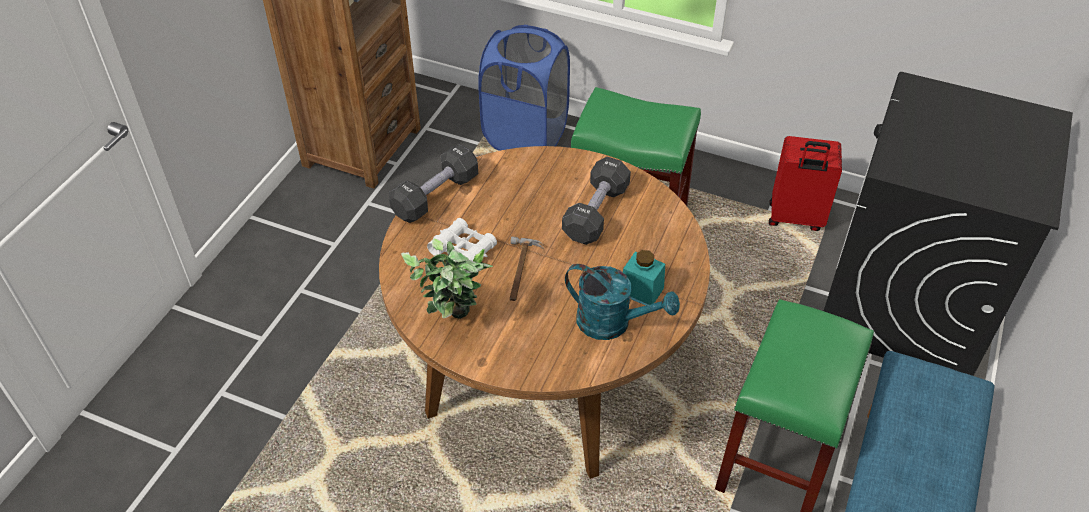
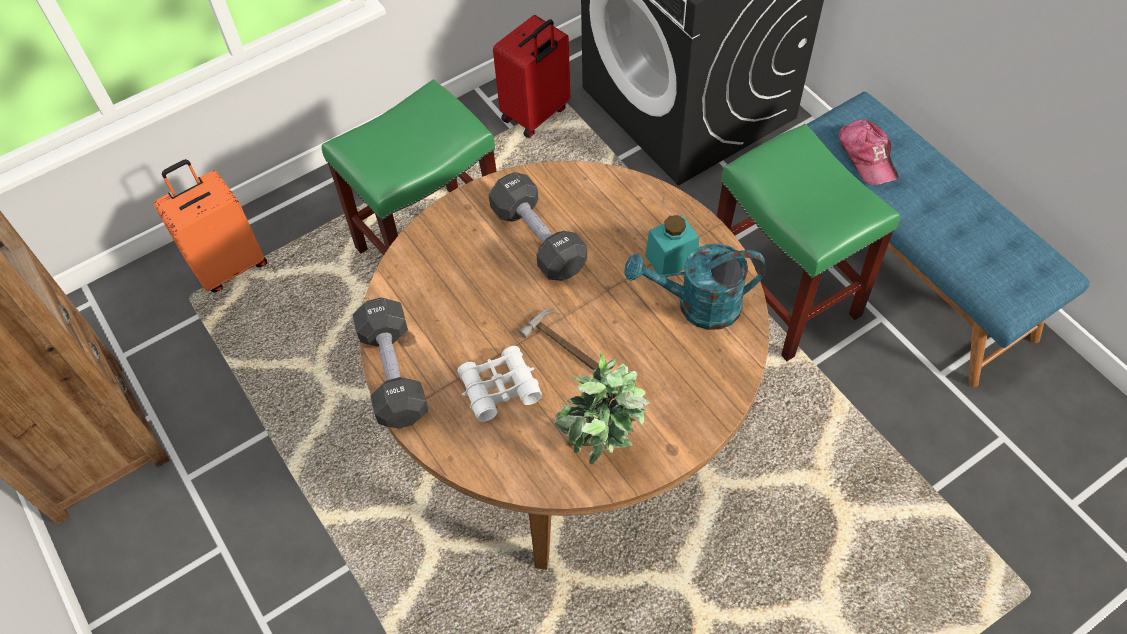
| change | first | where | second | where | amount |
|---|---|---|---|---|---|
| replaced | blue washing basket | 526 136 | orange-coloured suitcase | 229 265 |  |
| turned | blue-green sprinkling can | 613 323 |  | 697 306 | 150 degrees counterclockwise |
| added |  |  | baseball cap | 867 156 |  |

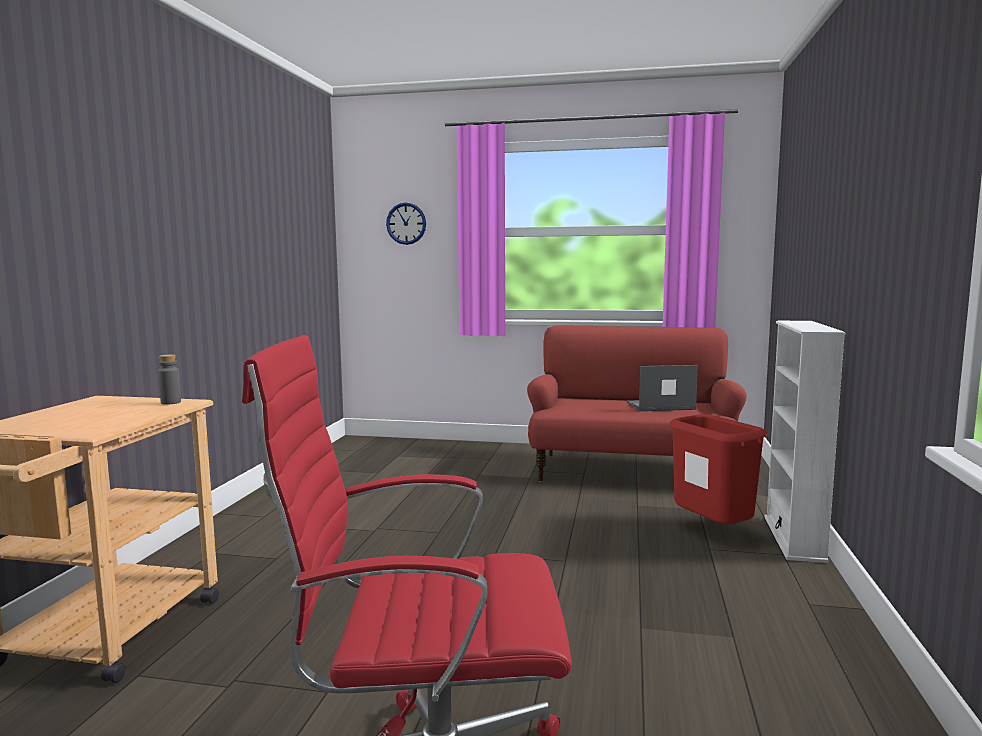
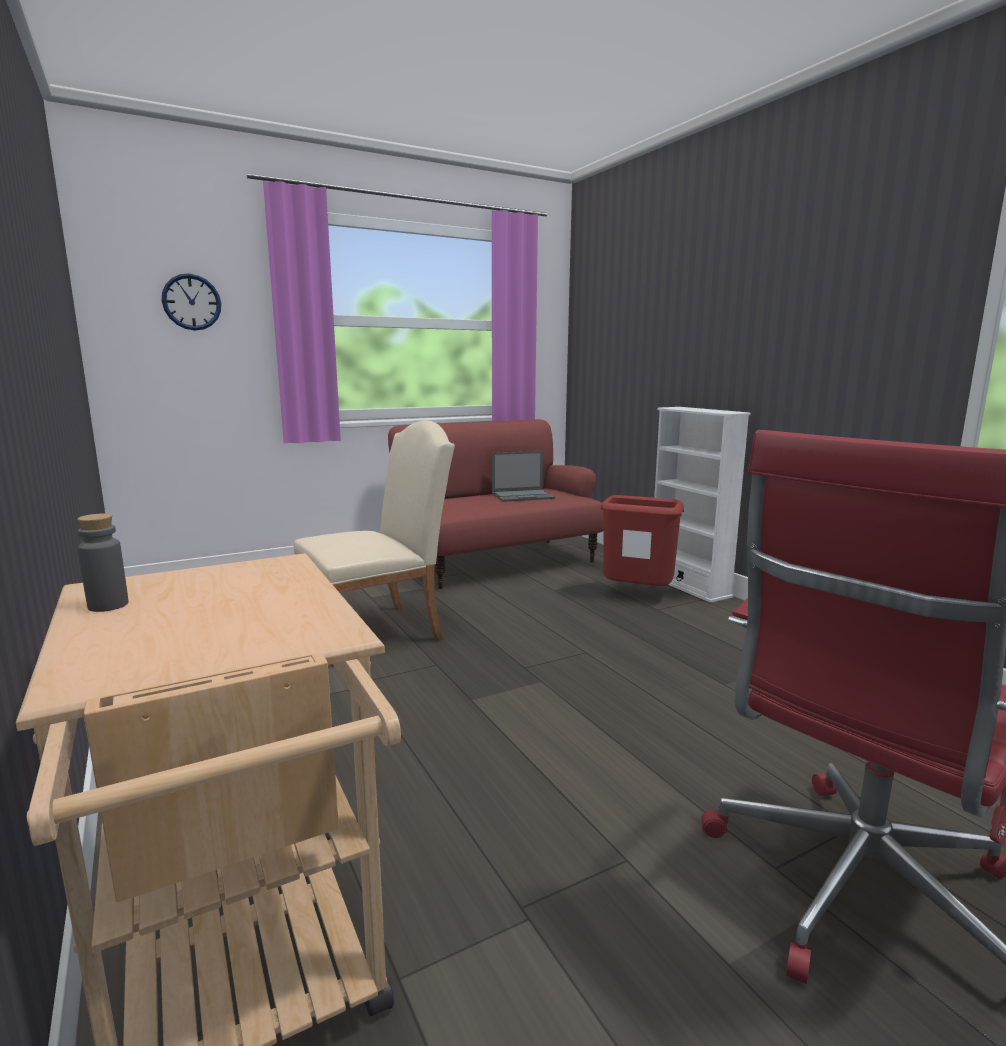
| change | first | where | second | where | amount |
|---|---|---|---|---|---|
| moved | gray drink bottle | 171 402 |  | 108 605 |  |
| turned | portable computer | 659 406 |  | 523 496 | 150 degrees counterclockwise |
| added |  |  | beige-coloured plain chair | 380 631 |  |

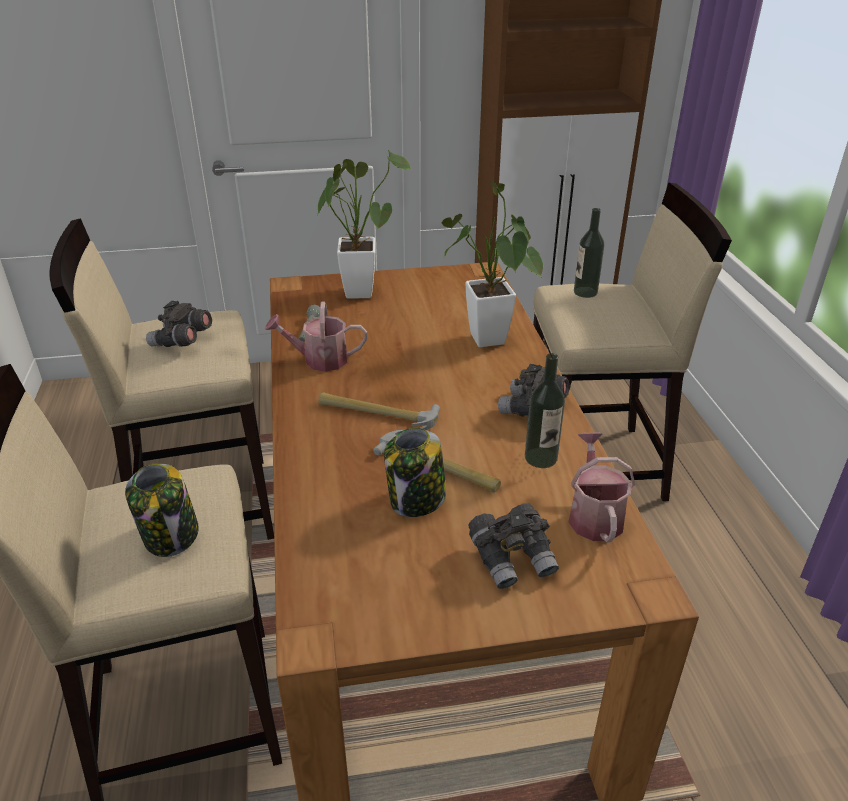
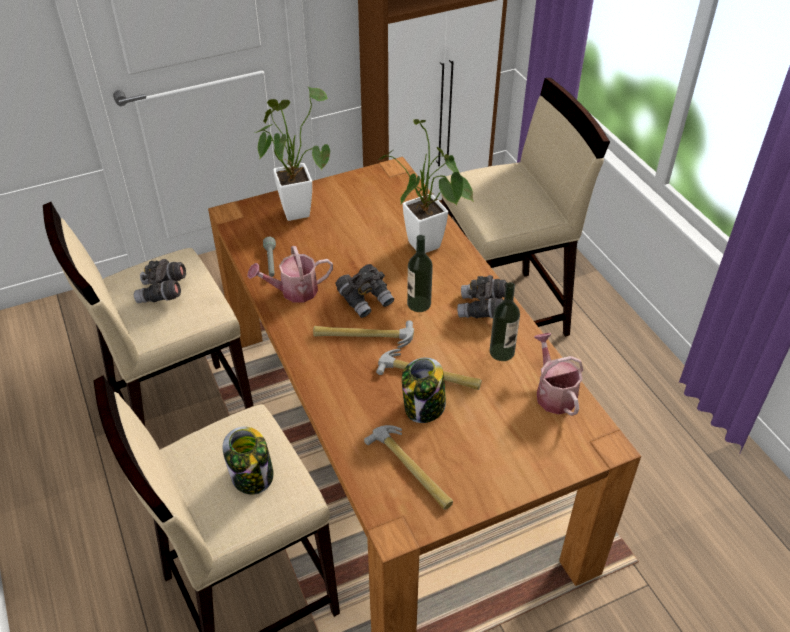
| change | first | where | second | where | amount |
|---|---|---|---|---|---|
| moved | gray pair of binoculars | 513 558 |  | 365 299 |  |
| moved | drink bottle | 585 292 |  | 419 304 |  |
| added |  |  | hammer | 411 469 |  |

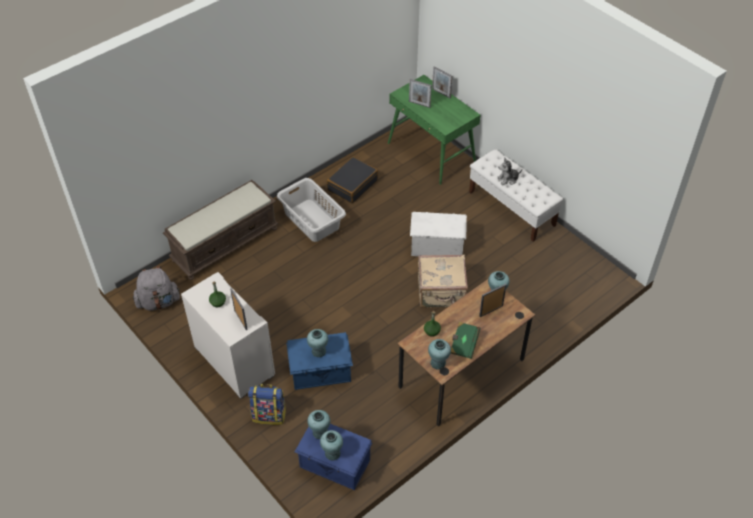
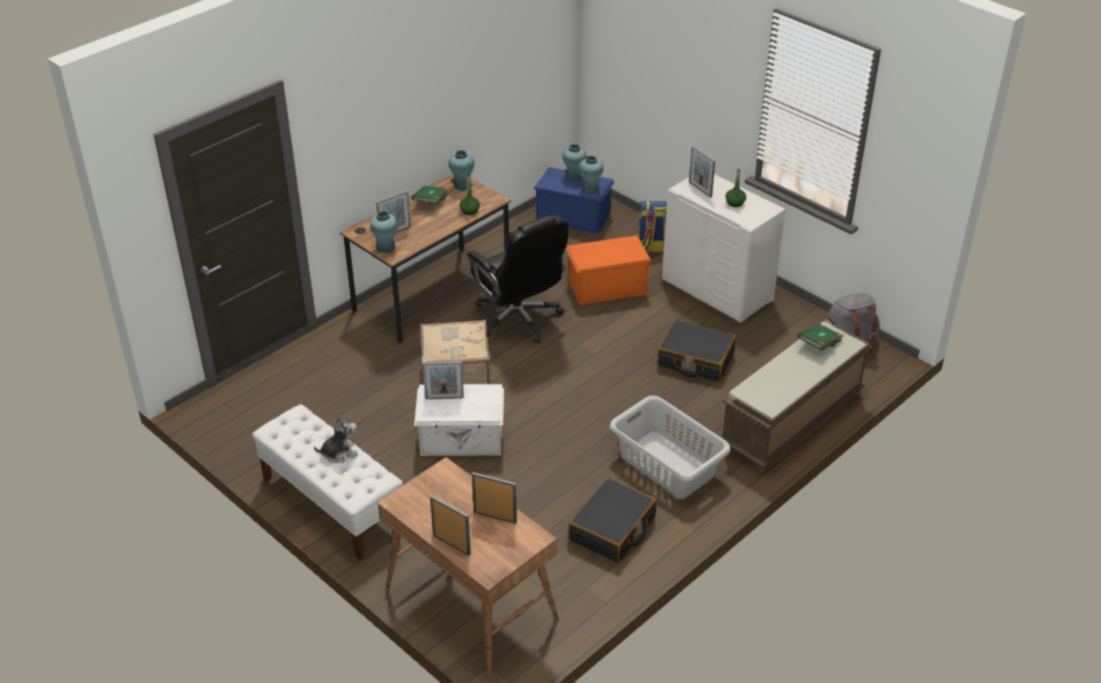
| change | first | where | second | where | amount |
|---|---|---|---|---|---|
| recoloured | blue storage box | 321 372 | orange-coloured storage box | 606 286 |  |
| removed | blue-green decorative vase | 318 351 |  |  |  |
| recoloured | greenish desk table | 431 153 | brown-coloured desk table | 470 604 |  |
| added |  |  | picture frame | 444 398 |  |
| added |  |  | black desk chair | 518 319 |  |
| added |  |  | black suitcase | 695 360 |  |
| added |  |  | greenish bound book | 819 344 |  |

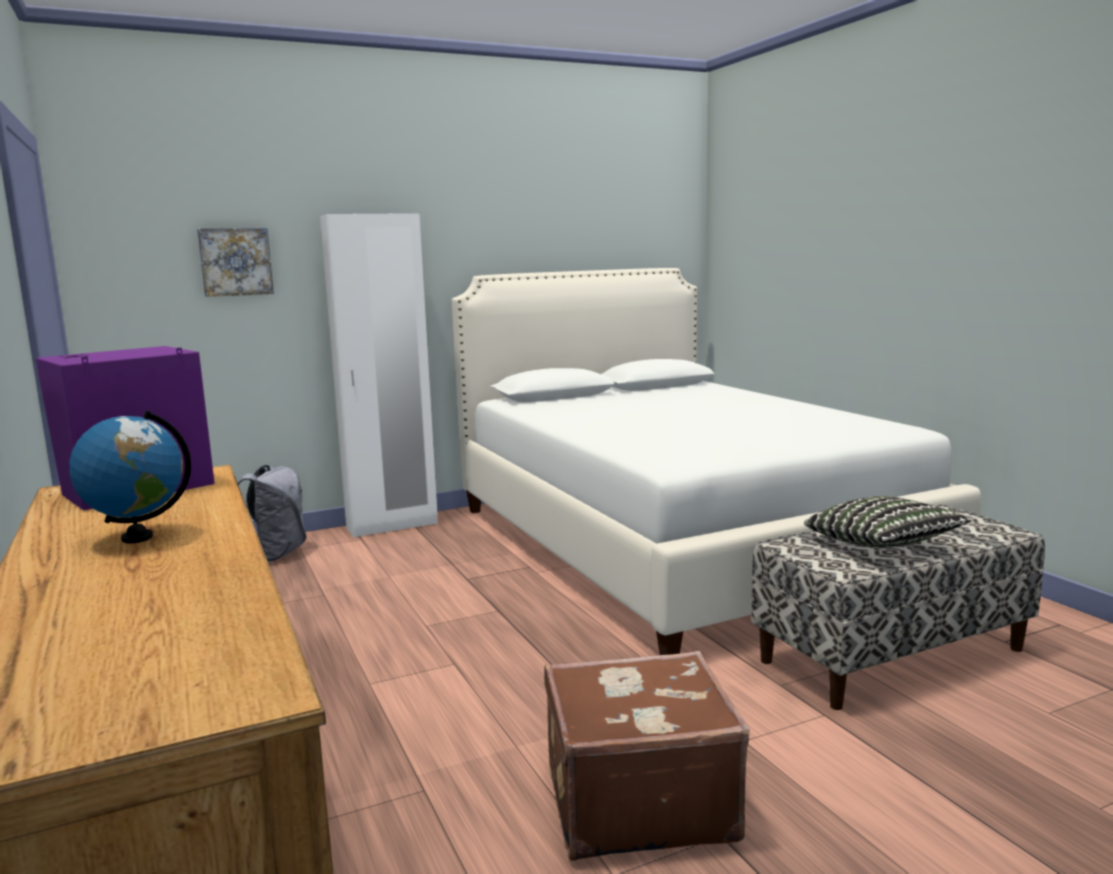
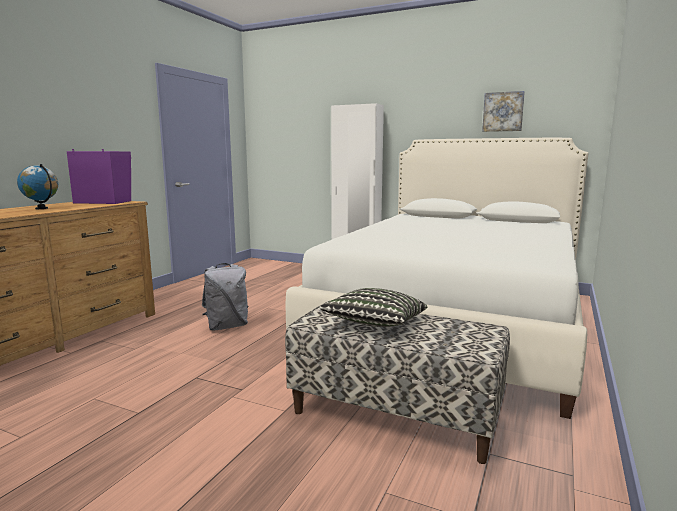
| change | first | where | second | where | amount |
|---|---|---|---|---|---|
| moved | wall picture | 235 262 |  | 503 112 |  |
| moved | gray rucksack | 274 554 |  | 227 326 |  |
| removed | brown-coloured suitcase | 637 801 |  |  |  |

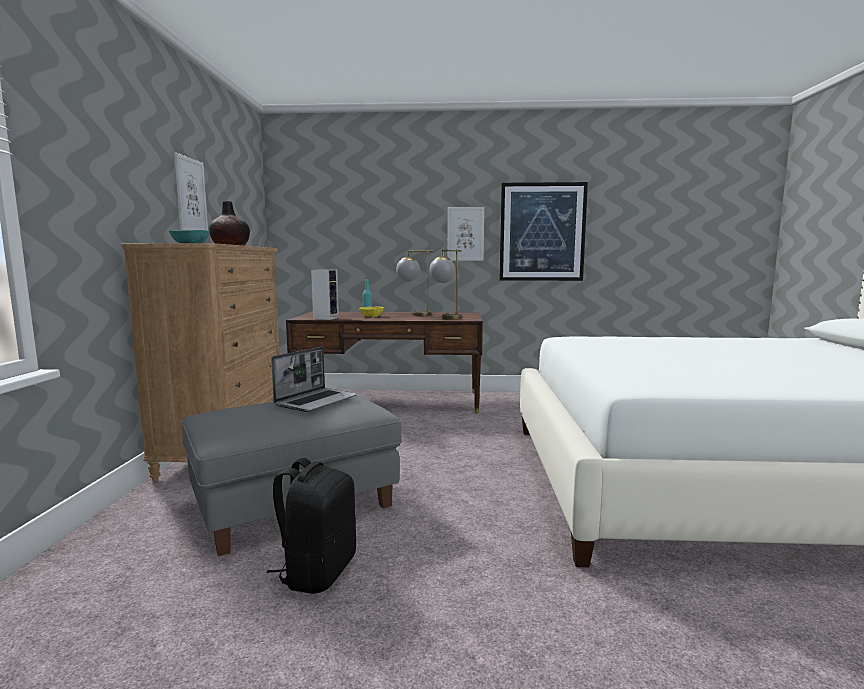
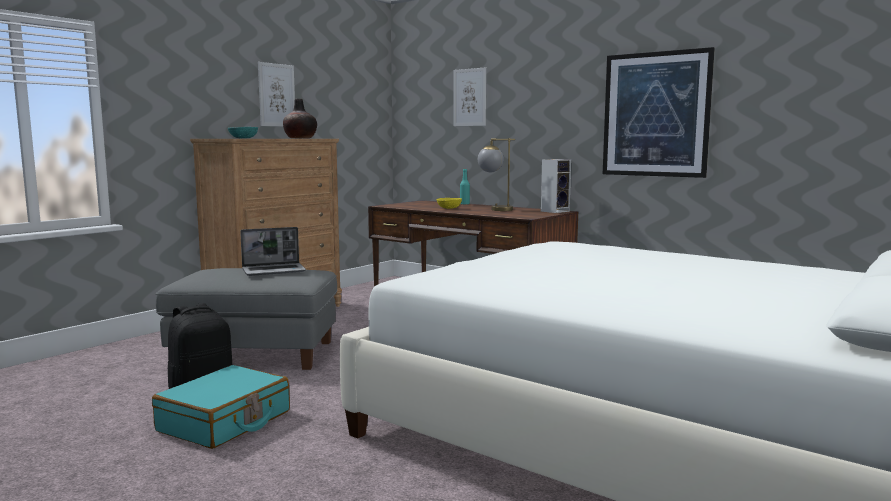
| change | first | where | second | where | amount |
|---|---|---|---|---|---|
| moved | speaker | 326 318 |  | 555 211 |  |
| removed | tabletop lamp | 446 319 |  |  |  |
| moved | wall picture | 465 234 |  | 469 97 |  |
| added |  |  | blue-green suitcase | 225 422 |  |

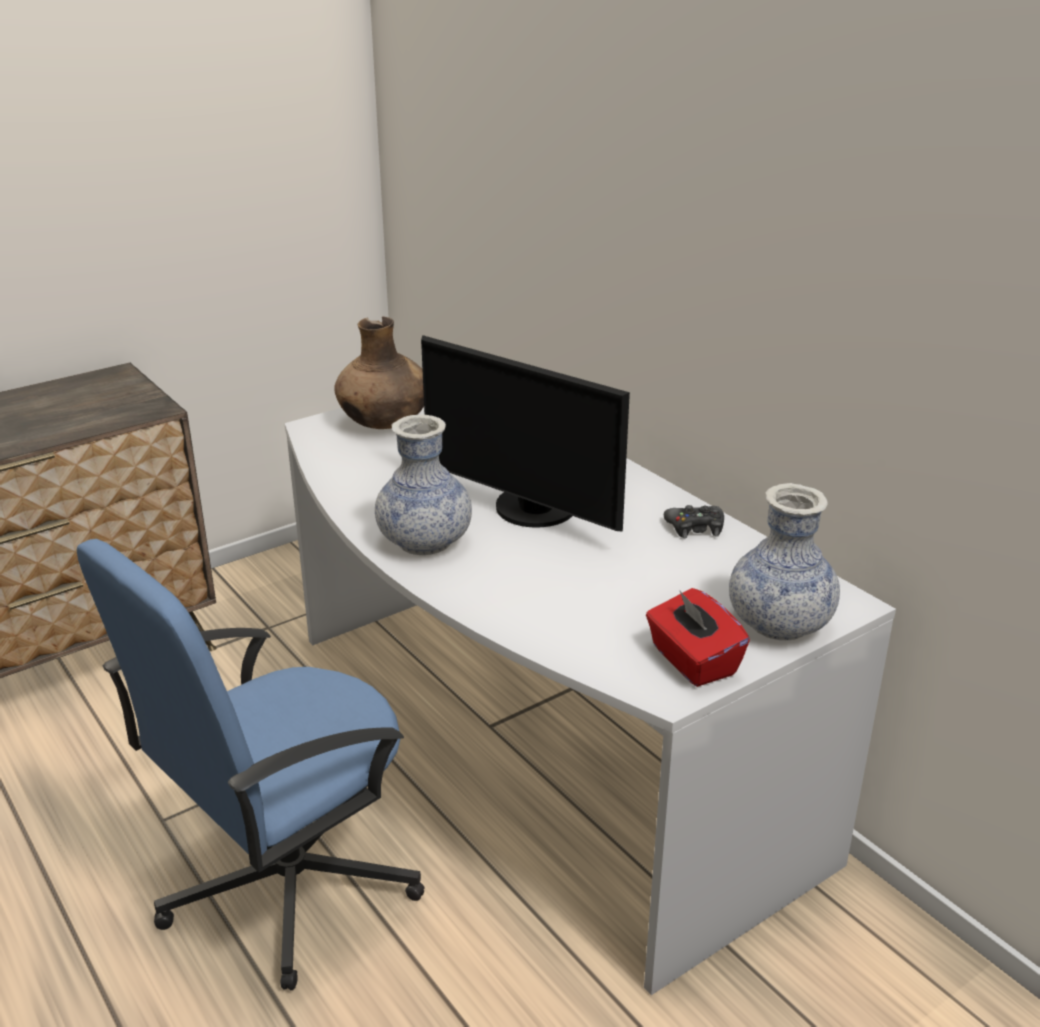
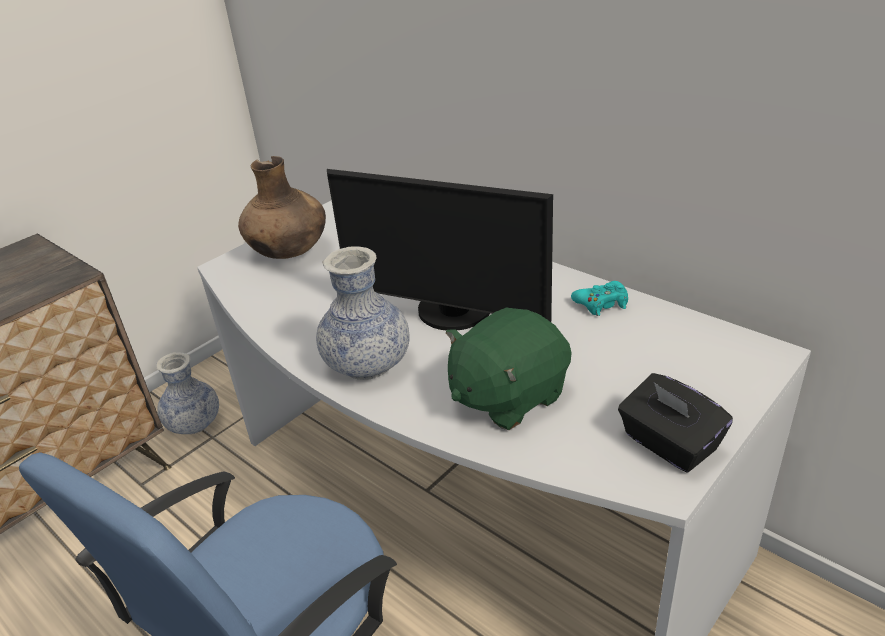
| change | first | where | second | where | amount |
|---|---|---|---|---|---|
| recoloured | reddish box of tissues | 692 661 | black box of tissues | 668 444 |  |
| recoloured | black gamepad | 695 528 | blue-green gamepad | 602 304 |  |
| moved | decorative vase | 779 624 |  | 194 423 |  |
| added |  |  | greenish cuddly toy | 507 396 |  |

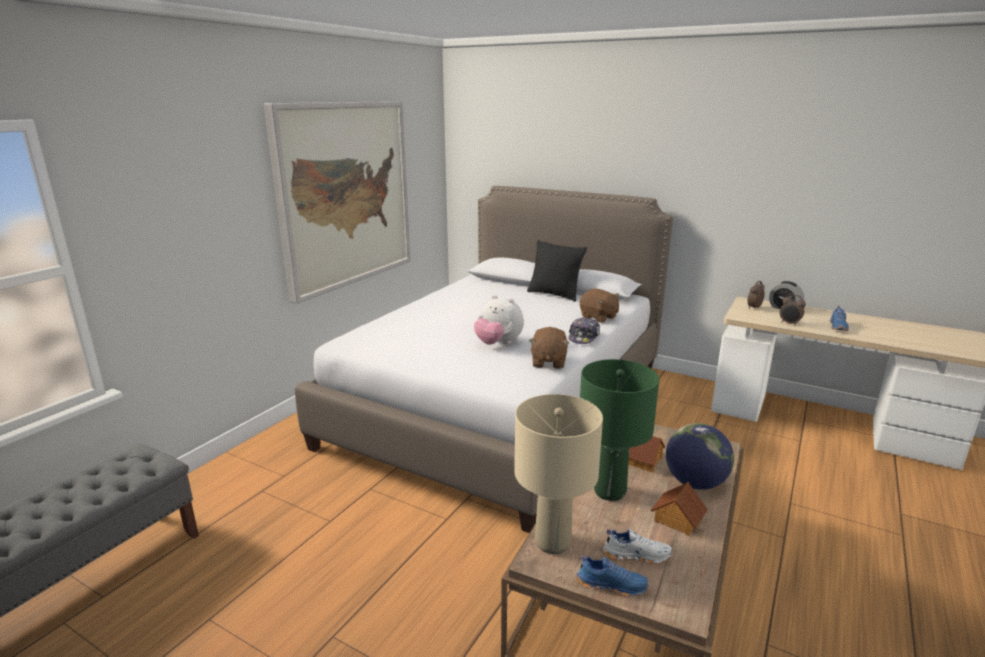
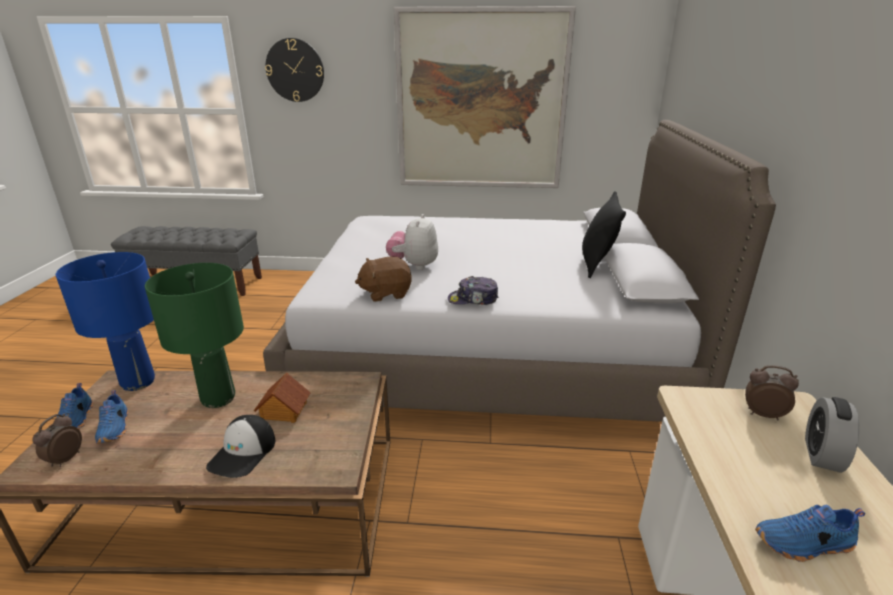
| change | first | where | second | where | amount |
|---|---|---|---|---|---|
| recoloured | beige-coloured tabletop lamp | 552 542 | blue tabletop lamp | 137 382 |  |
| removed | brown-coloured cuddly toy | 598 317 |  |  |  |
| recoloured | white-coloured low shoe | 636 554 | blue low shoe | 115 428 |  |
| removed | toy house | 677 520 |  |  |  |
| replaced | globe | 695 483 | baseball cap | 243 453 |  |
| moved | table clock | 789 323 |  | 65 459 |  |
| added |  |  | hanging clock | 295 70 |  |

